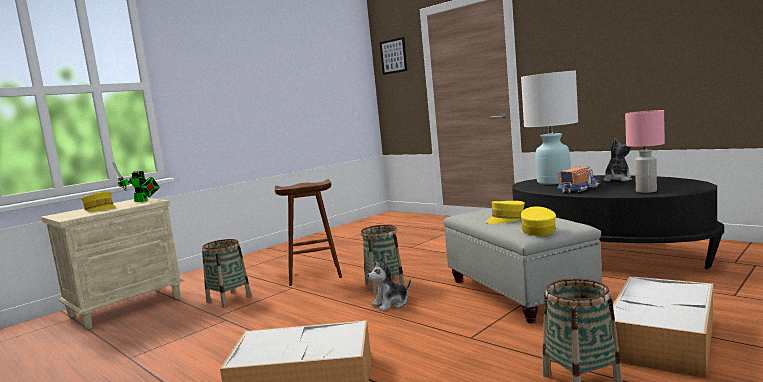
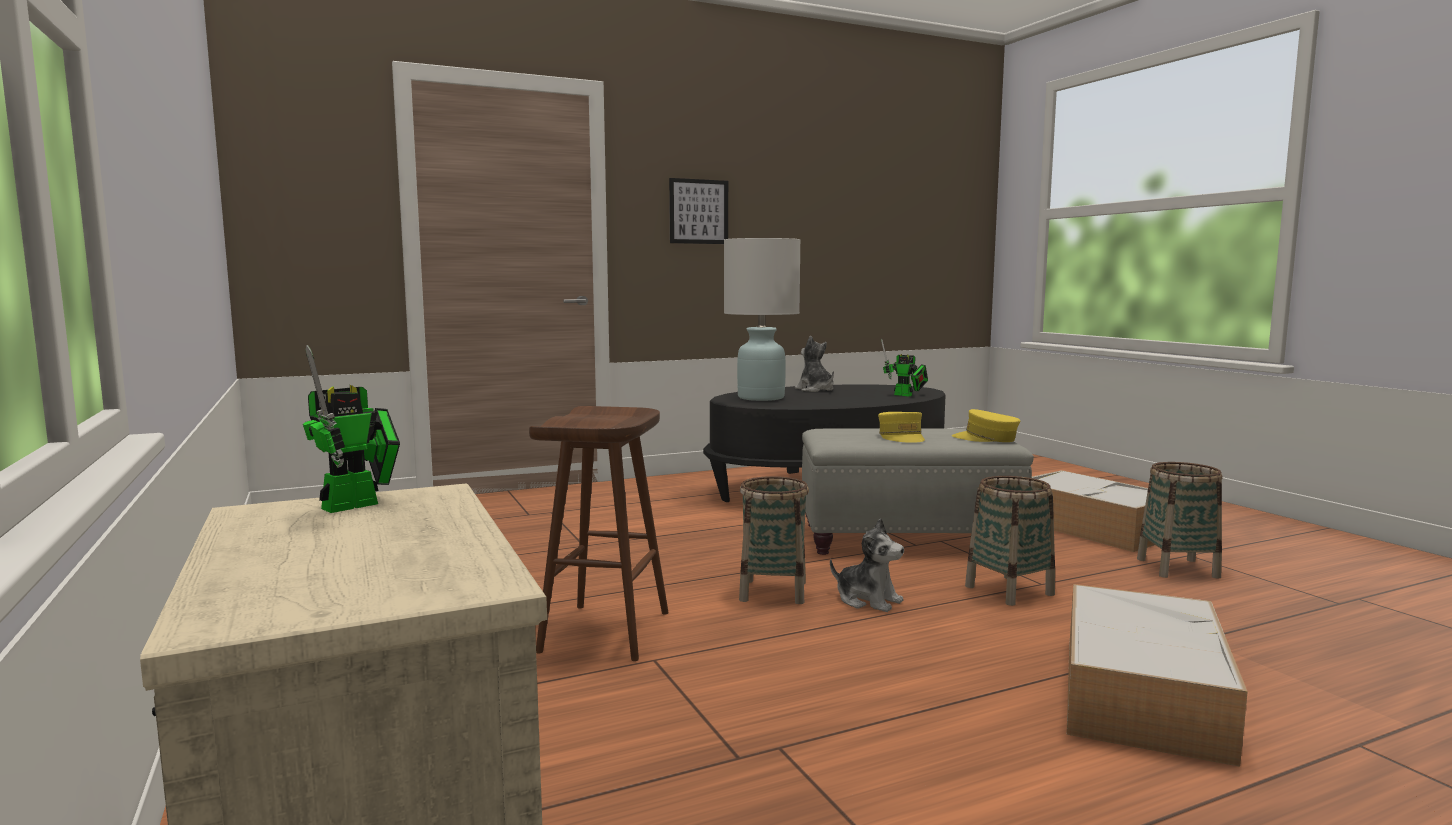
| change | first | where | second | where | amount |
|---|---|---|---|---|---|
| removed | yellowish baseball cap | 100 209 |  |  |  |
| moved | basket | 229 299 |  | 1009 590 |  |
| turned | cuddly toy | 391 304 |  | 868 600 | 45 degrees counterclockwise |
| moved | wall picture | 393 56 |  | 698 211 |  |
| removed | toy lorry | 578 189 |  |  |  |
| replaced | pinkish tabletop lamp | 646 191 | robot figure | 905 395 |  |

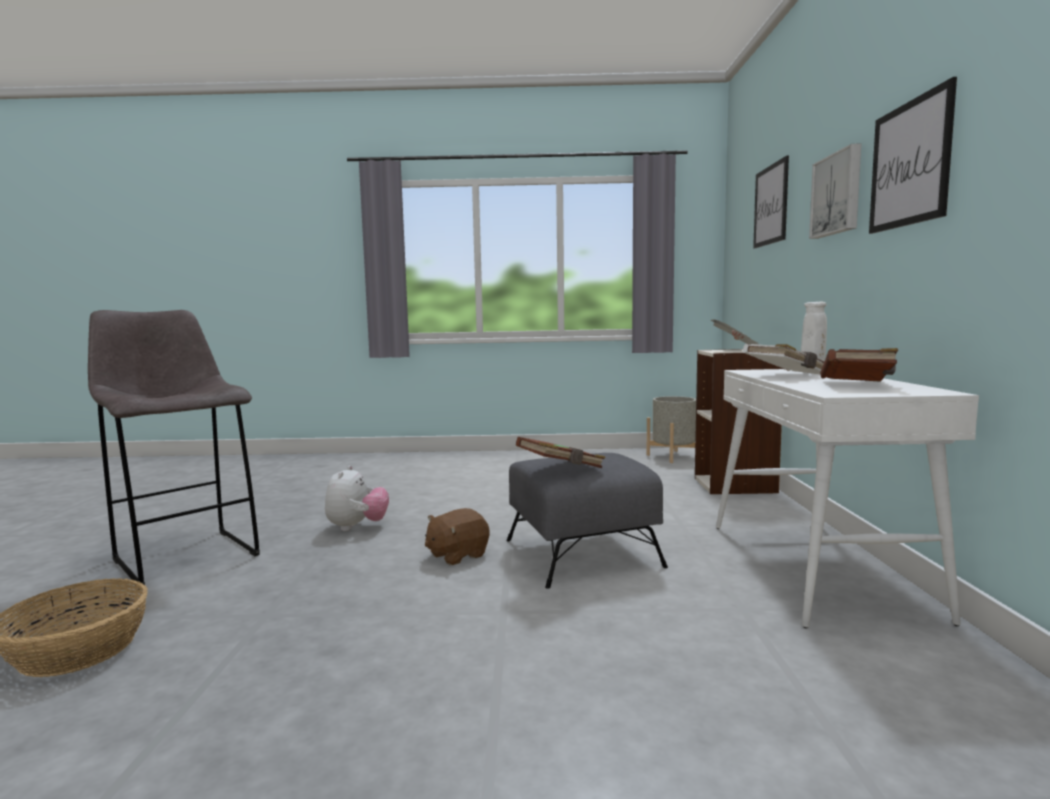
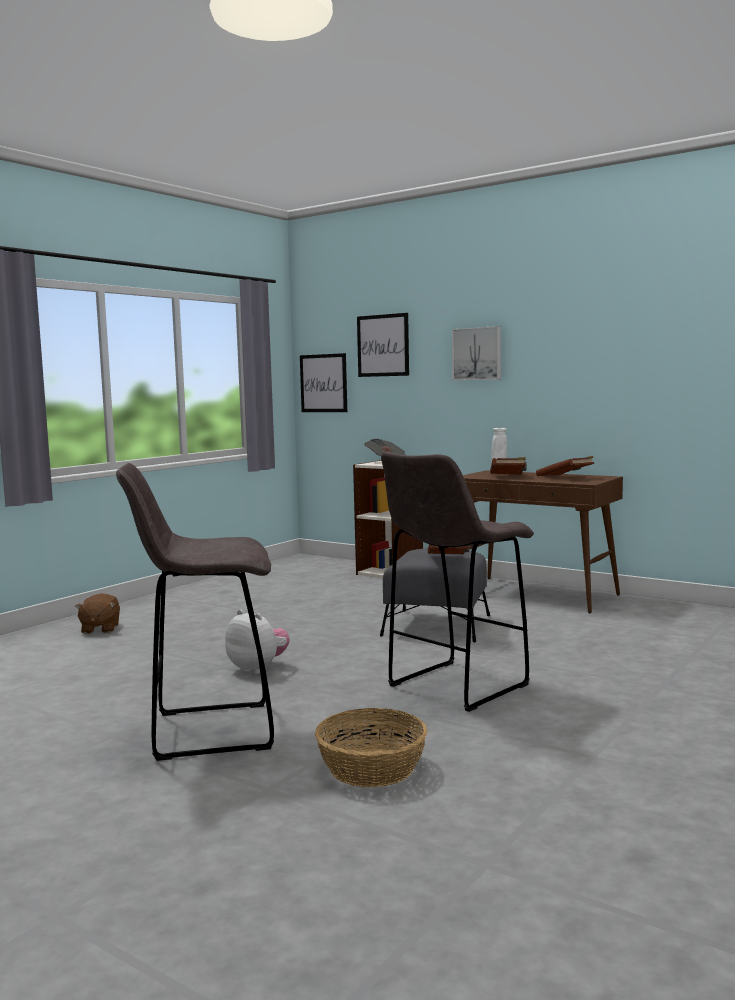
| change | first | where | second | where | amount |
|---|---|---|---|---|---|
| moved | brown-coloured cuddly toy | 457 555 |  | 100 629 |  |
| removed | gray flower pot | 673 456 |  |  |  |
| recoloured | white-coloured console table | 816 568 | brown-coloured console table | 536 594 |  |
| recoloured | white-coloured bound book | 788 376 | brown-coloured bound book | 508 477 |  |
| moved | wall picture | 909 164 |  | 323 383 |  |
| added |  |  | gray stool | 455 686 |  |

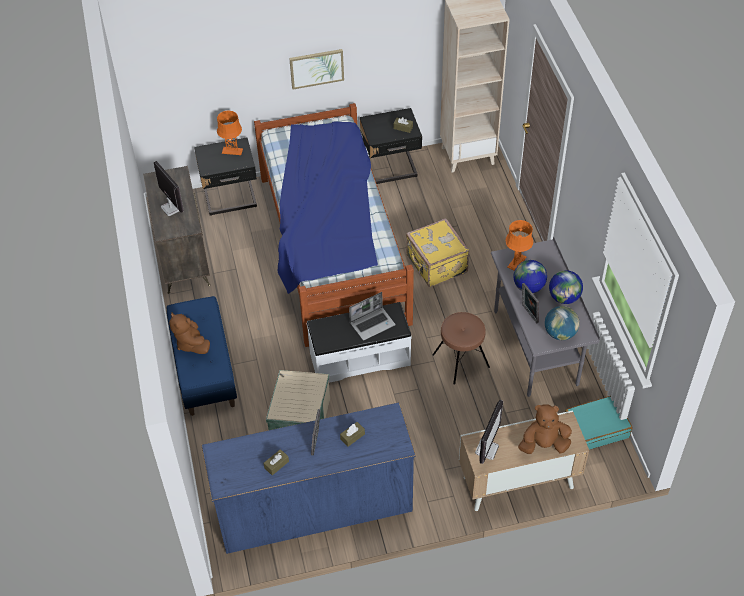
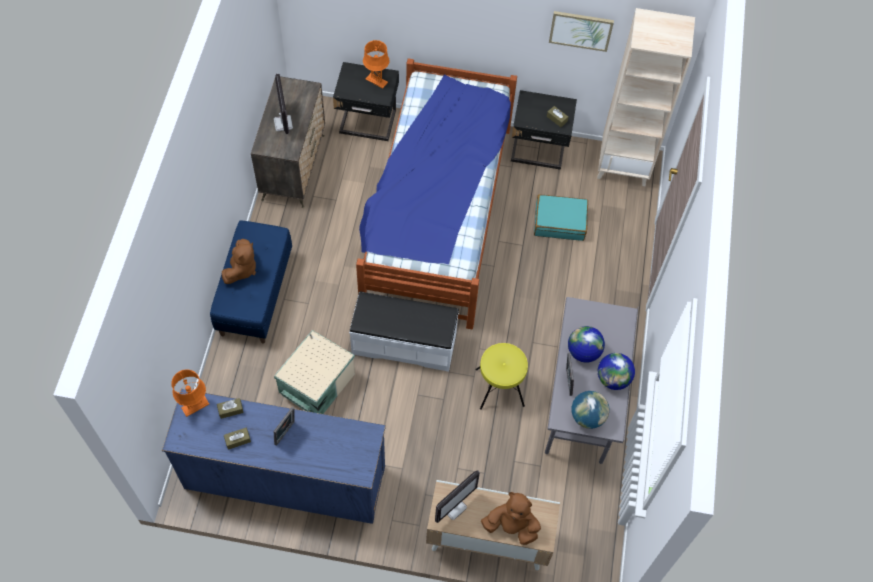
| change | first | where | second | where | amount |
|---|---|---|---|---|---|
| turned | brown-coloured cuddly toy | 191 343 |  | 241 269 | 150 degrees counterclockwise |
| moved | wall picture | 316 68 |  | 580 30 |  |
| moved | brown-coloured box of tissues | 352 436 |  | 230 410 |  |
| removed | portable computer | 372 324 |  |  |  |
| removed | yellowish suitcase | 436 265 |  |  |  |
| recoloured | brown-coloured stool | 460 360 | yellowish stool | 499 387 |  |
| moved | orange-coloured tabletop lamp | 516 262 |  | 195 405 |  |
| moved | blue-green suitcase | 596 428 |  | 560 222 |  |

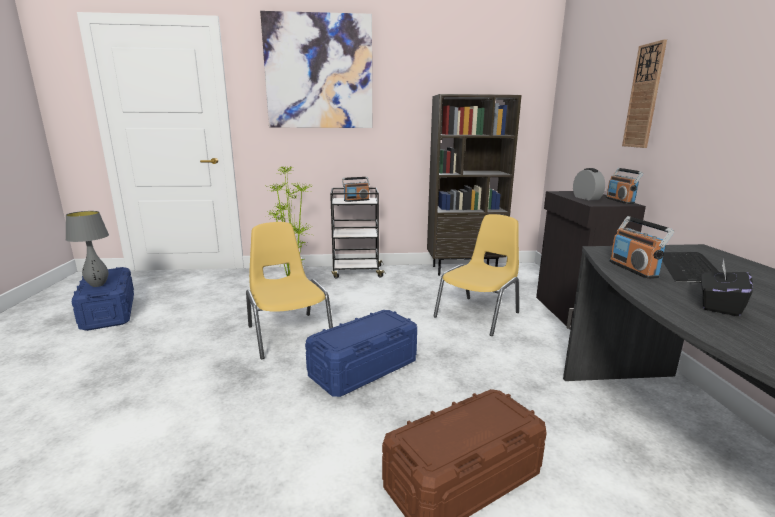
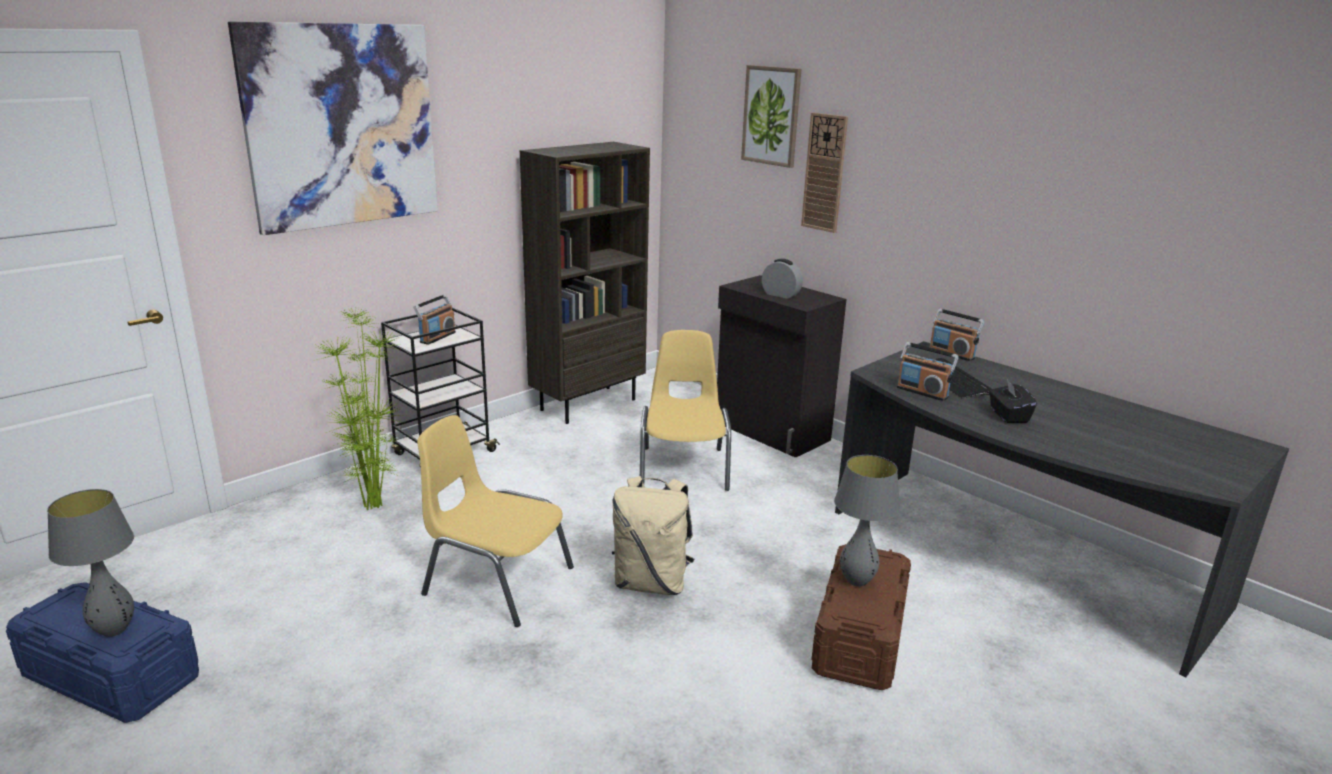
| change | first | where | second | where | amount |
|---|---|---|---|---|---|
| replaced | blue storage box | 364 368 | beige-coloured rucksack | 651 583 |  |
| moved | radio | 620 201 |  | 952 353 |  |
| added |  |  | wall picture | 771 115 |  |
| added |  |  | gray tabletop lamp | 856 581 |  |

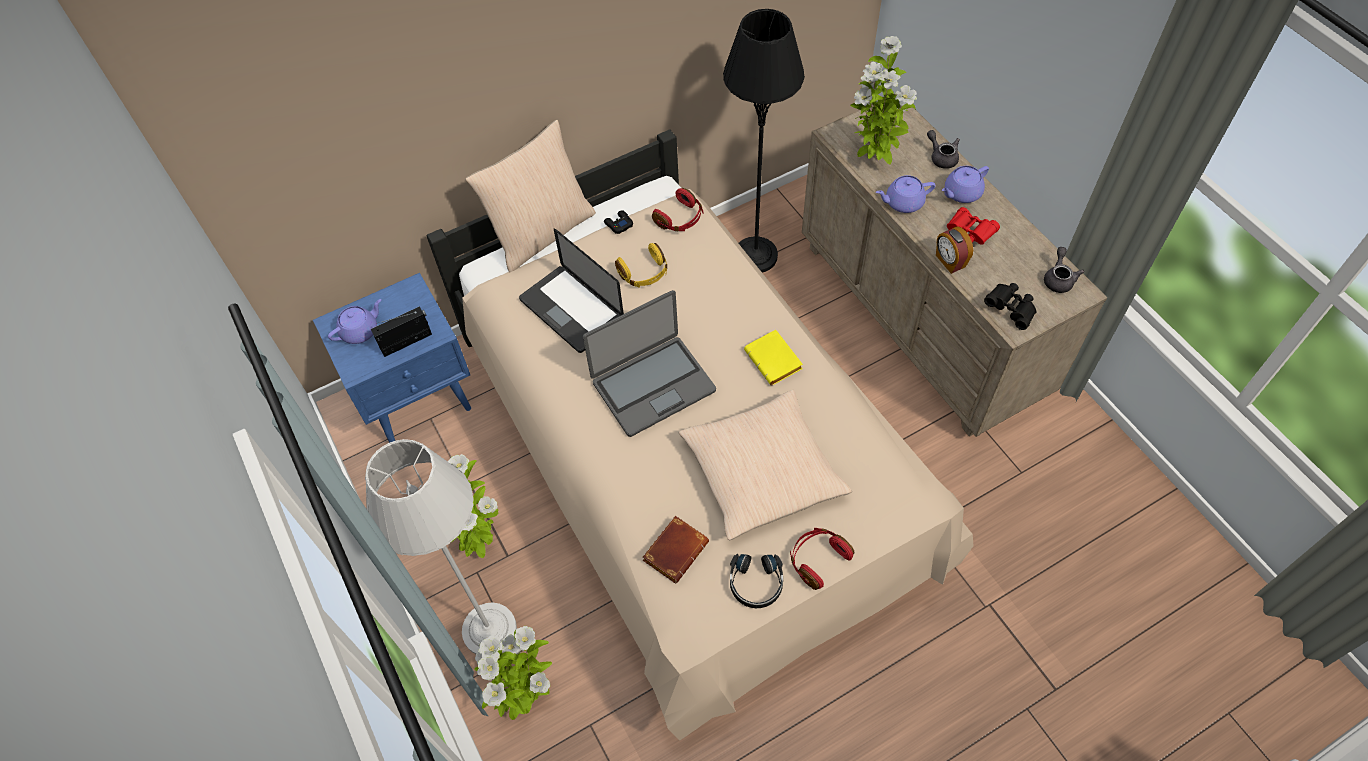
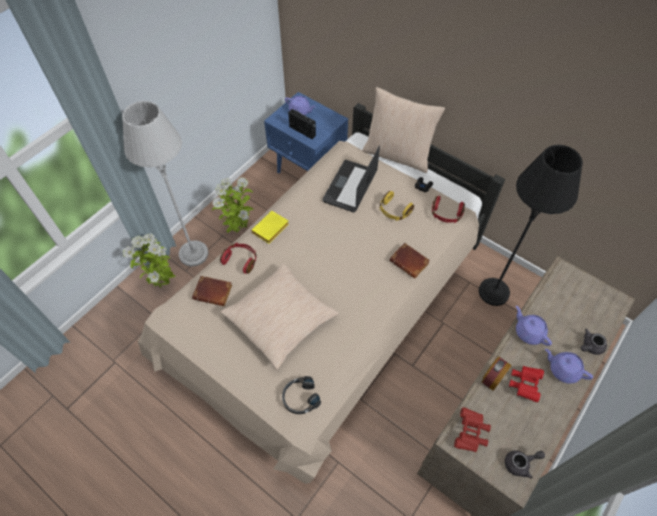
| change | first | where | second | where | amount |
|---|---|---|---|---|---|
| removed | portable computer | 652 385 |  |  |  |
| moved | black headset | 756 584 |  | 300 398 |  |
| moved | yellowish bound book | 775 361 |  | 270 230 |  |
| moved | reddish headset | 817 559 |  | 241 260 |  |
| removed | potted plant | 874 159 |  |  |  |
| turned | gray teapot | 941 157 |  | 590 346 | 150 degrees counterclockwise |
| recoloured | black pair of binoculars | 1010 310 | reddish pair of binoculars | 470 433 |  |
| added |  |  | brown-coloured bound book | 410 262 |  |

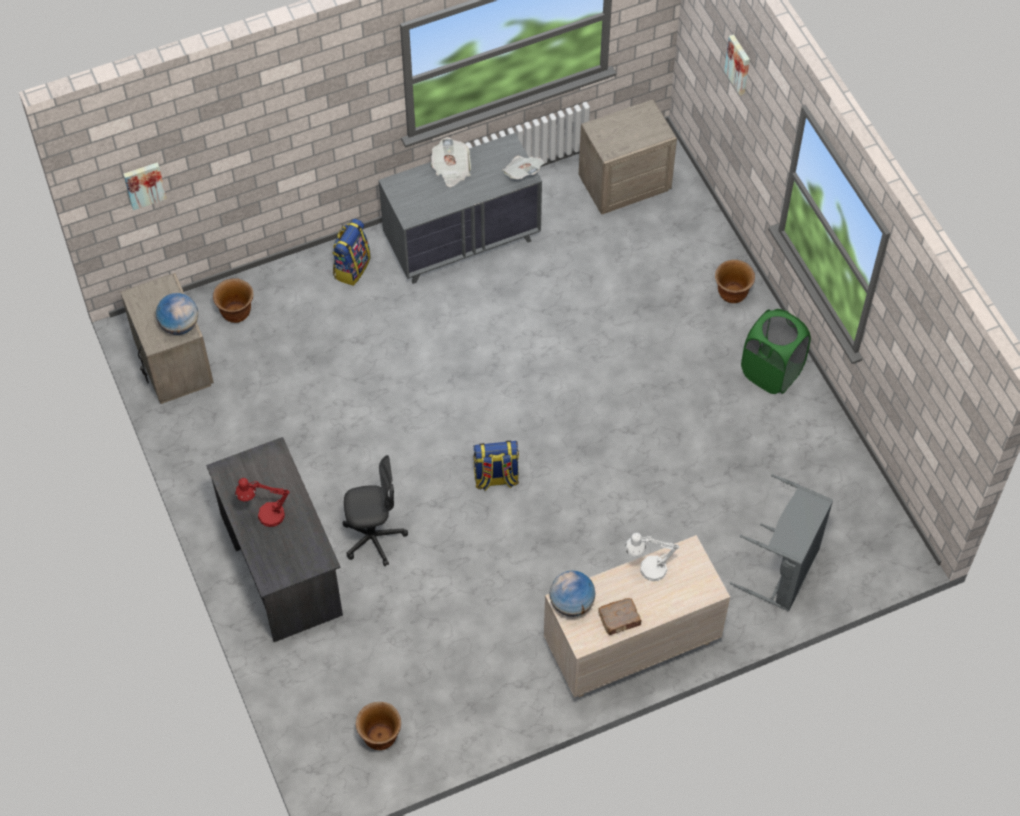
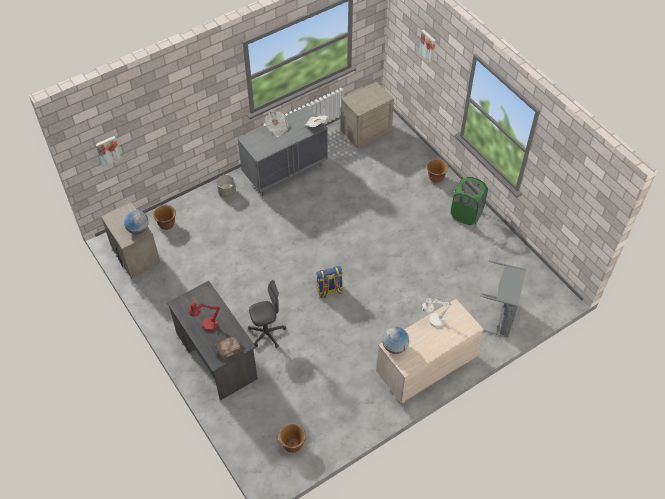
| change | first | where | second | where | amount |
|---|---|---|---|---|---|
| replaced | rucksack | 351 267 | gray flower pot | 227 192 |  |
| moved | brown-coloured bound book | 620 619 |  | 229 349 |  |

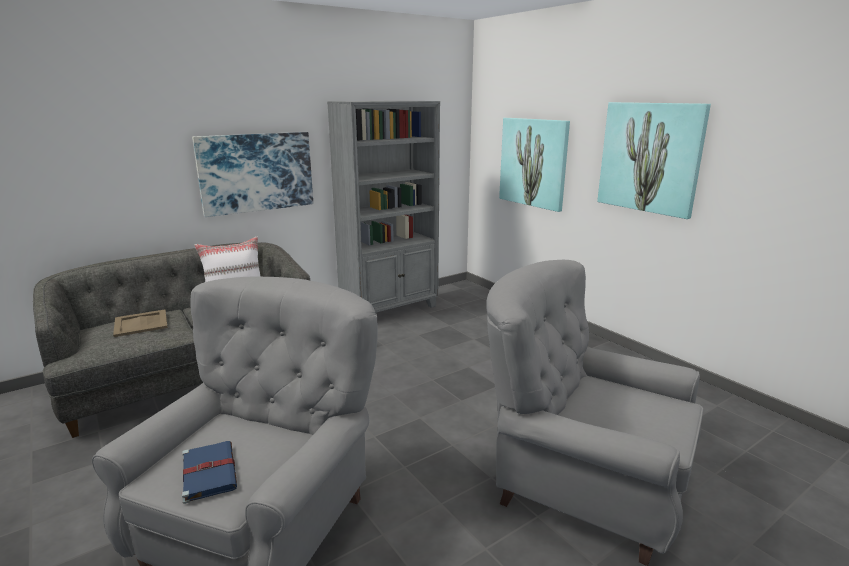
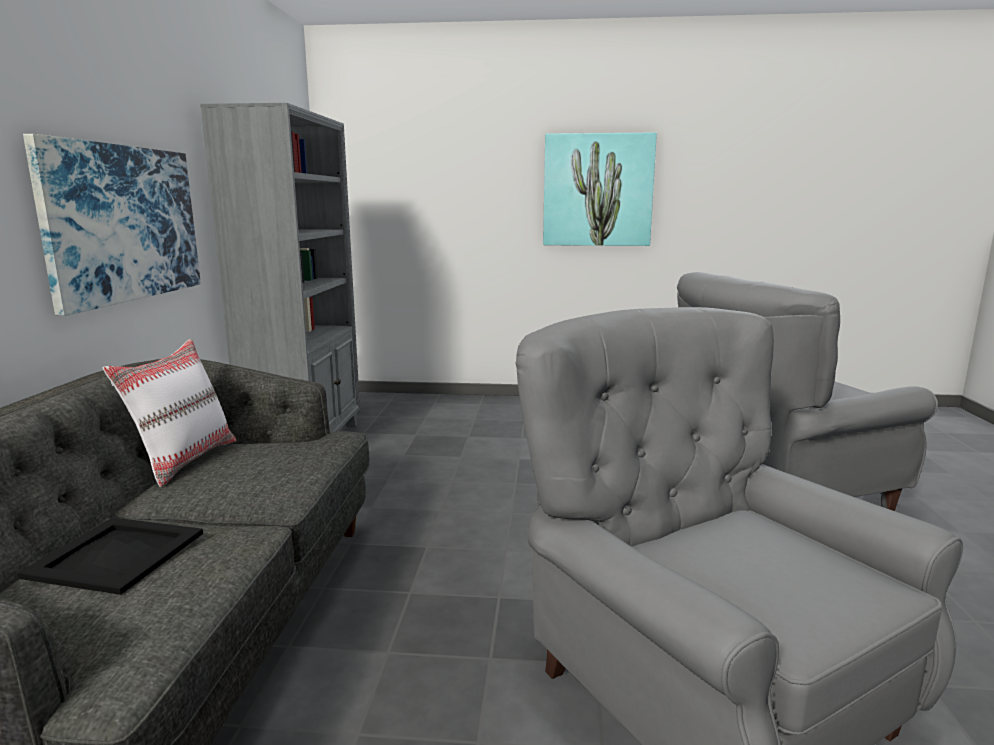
| change | first | where | second | where | amount |
|---|---|---|---|---|---|
| recoloured | beige-coloured tray | 141 323 | black tray | 116 554 |  |
| removed | blue bound book | 209 472 |  |  |  |
| removed | wall picture | 533 162 |  |  |  |

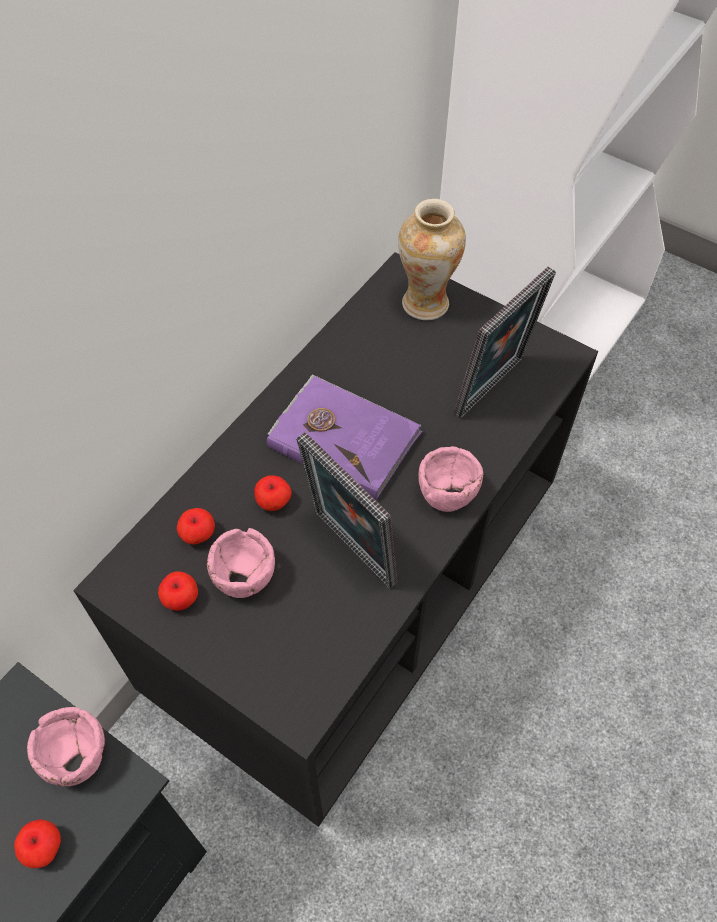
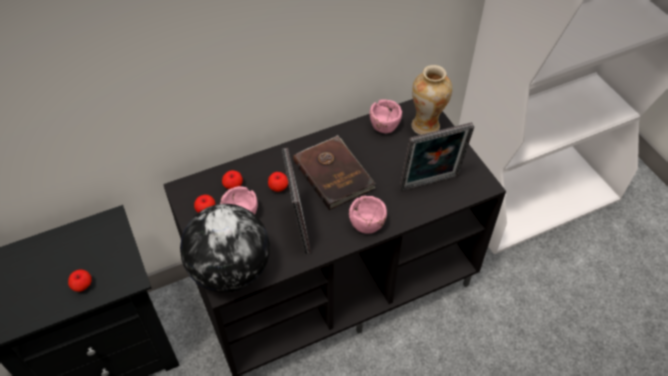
| change | first | where | second | where | amount |
|---|---|---|---|---|---|
| moved | pinkish serving bowl | 77 757 |  | 384 126 |  |
| recoloured | purple-coloured bound book | 344 438 | brown-coloured bound book | 334 173 |  |
| added |  |  | globe | 230 270 |  |

